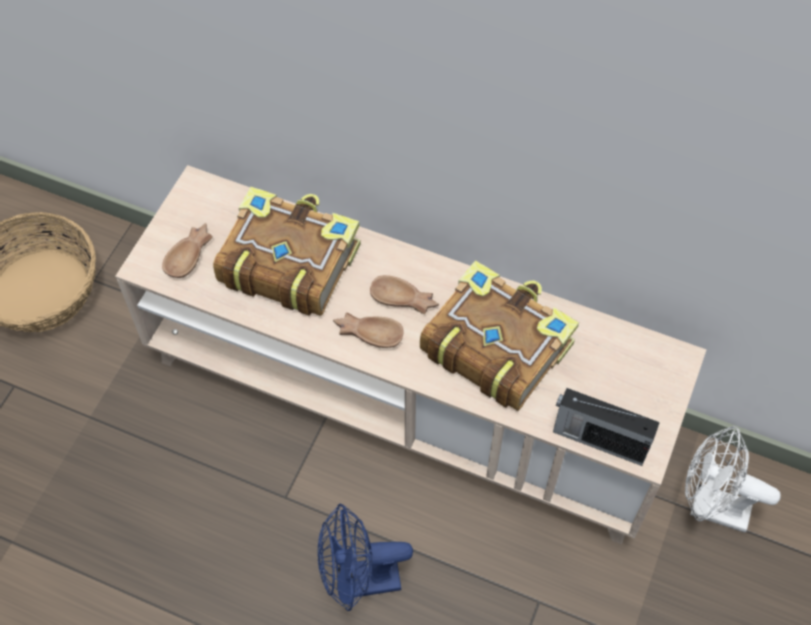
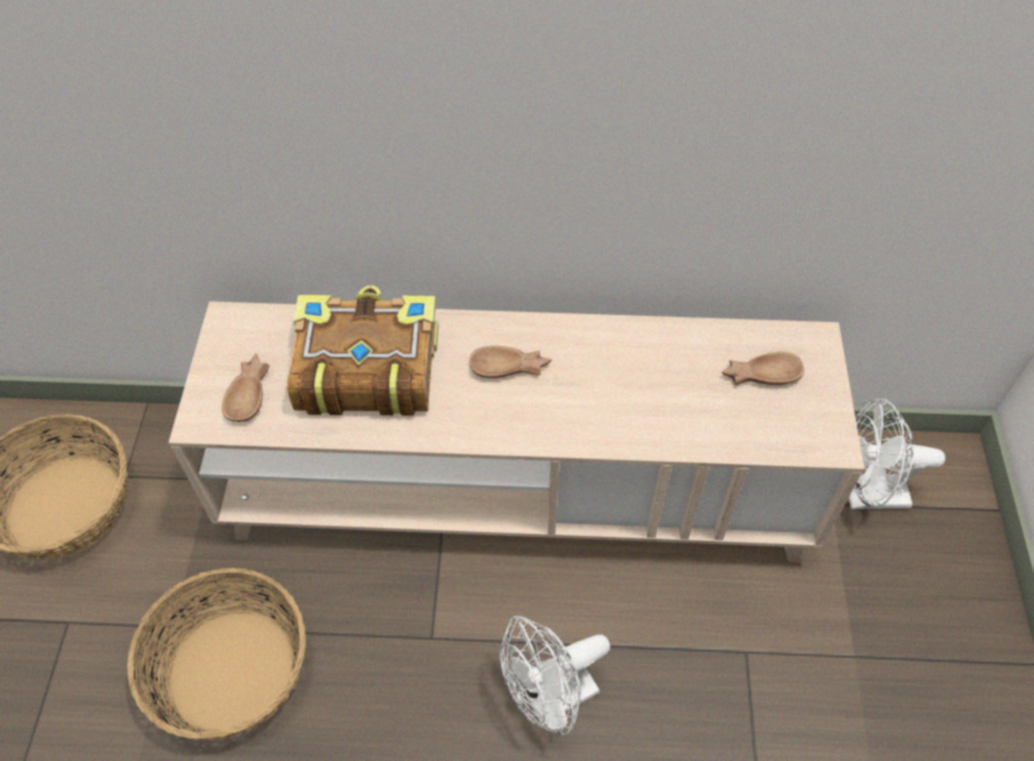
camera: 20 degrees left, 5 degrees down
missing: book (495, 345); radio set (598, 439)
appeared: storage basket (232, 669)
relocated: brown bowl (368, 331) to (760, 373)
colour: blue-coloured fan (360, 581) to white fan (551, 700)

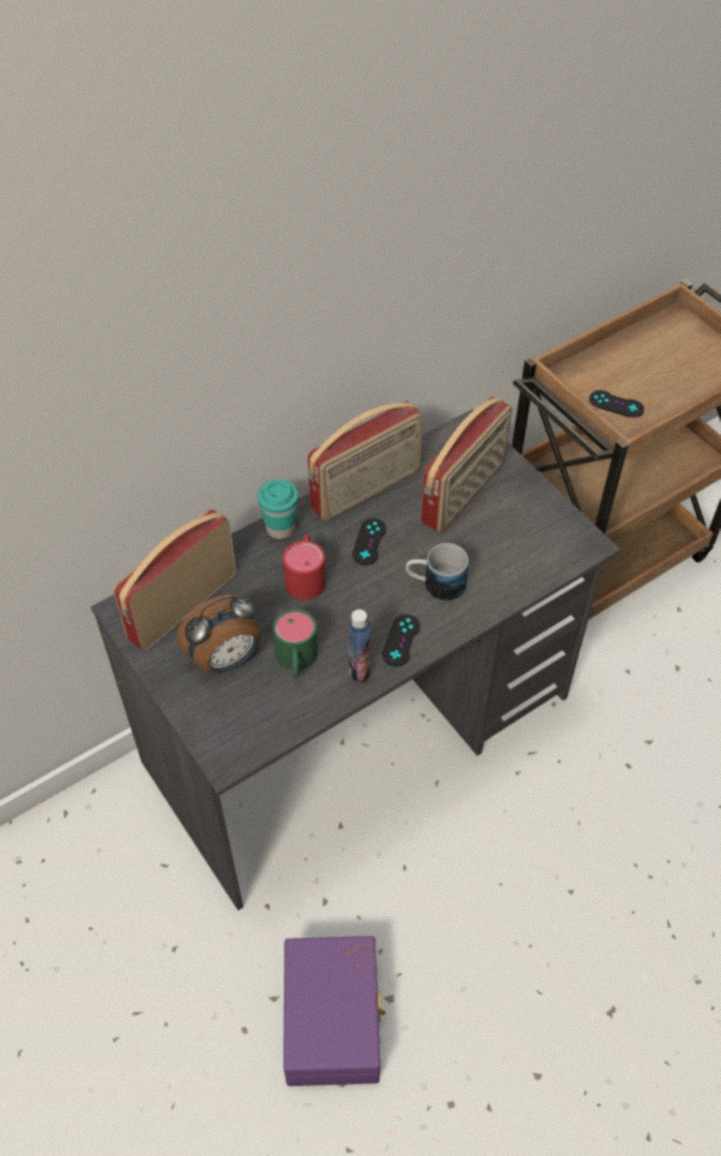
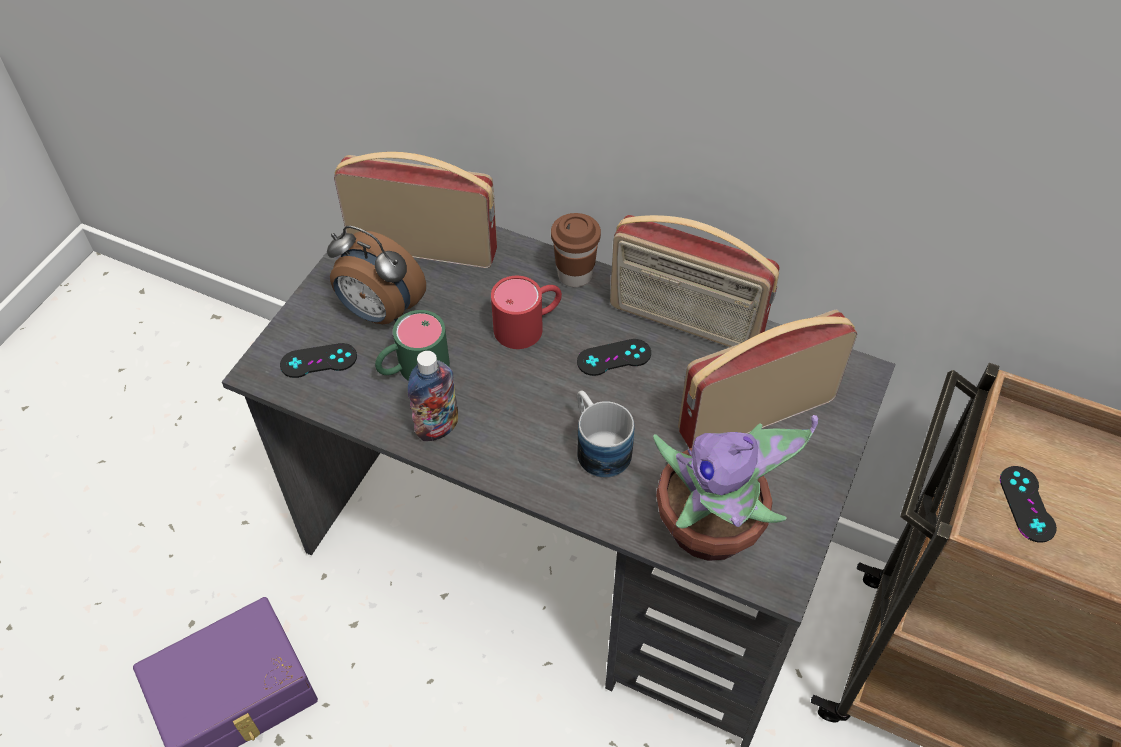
camera: 60 degrees right, 0 degrees up
appeared: houseplant (711, 532)
relocated: blackish joypad (401, 640) to (318, 361)
colour: blue-green cup (280, 528) to brown cup (575, 275)
spun: radio set (464, 493) = (755, 414) 150 degrees clockwise

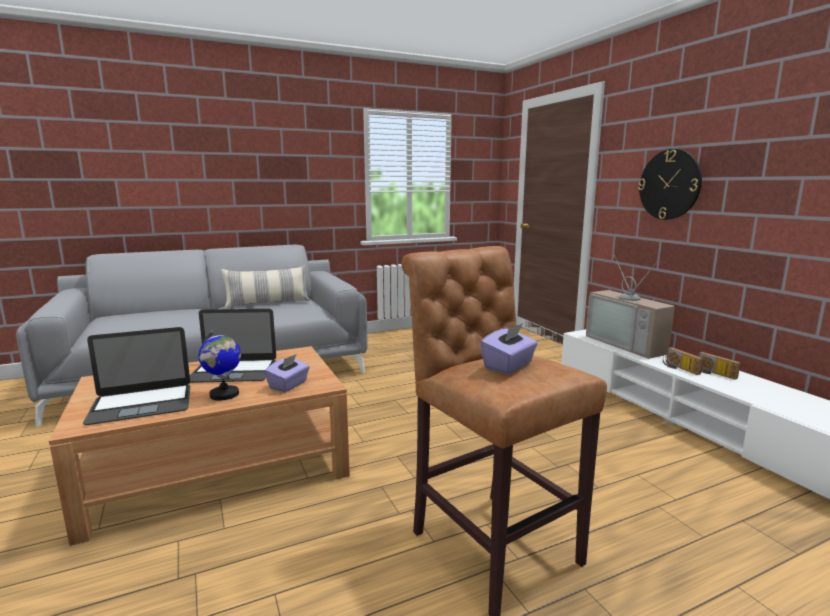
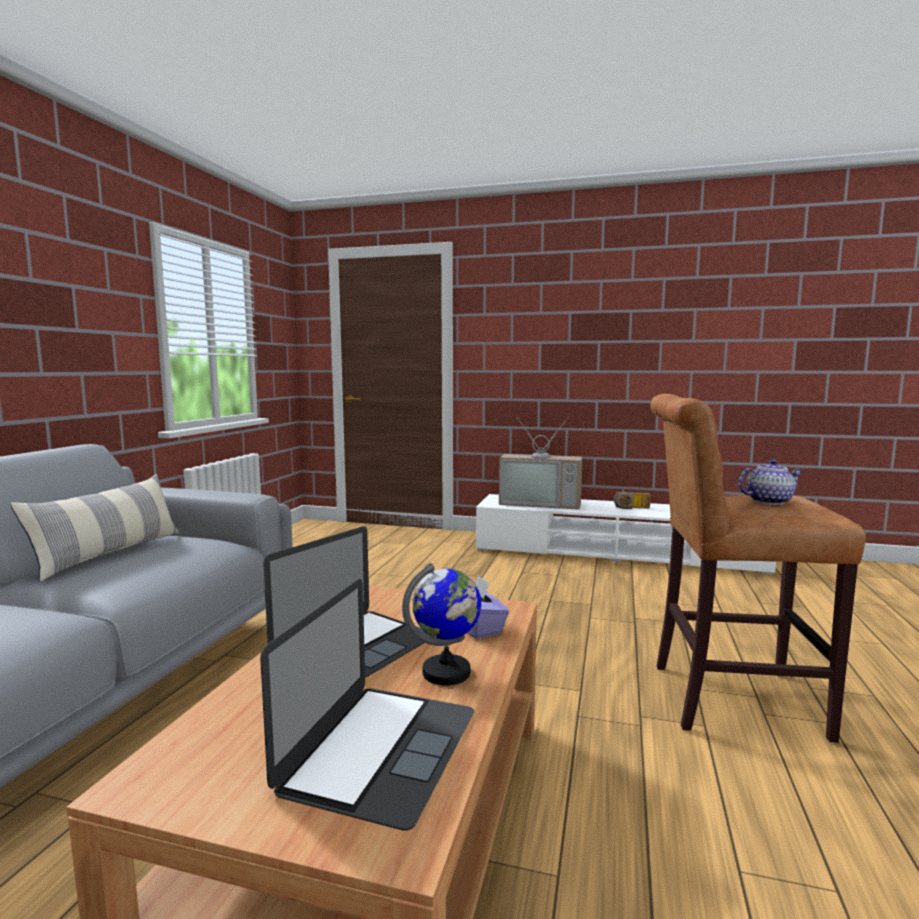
camera: 50 degrees left, 5 degrees down
missing: clock on the wall (669, 184); radio set (679, 368)
exchanged: purple tissue holder (508, 366) to tea pot (768, 501)

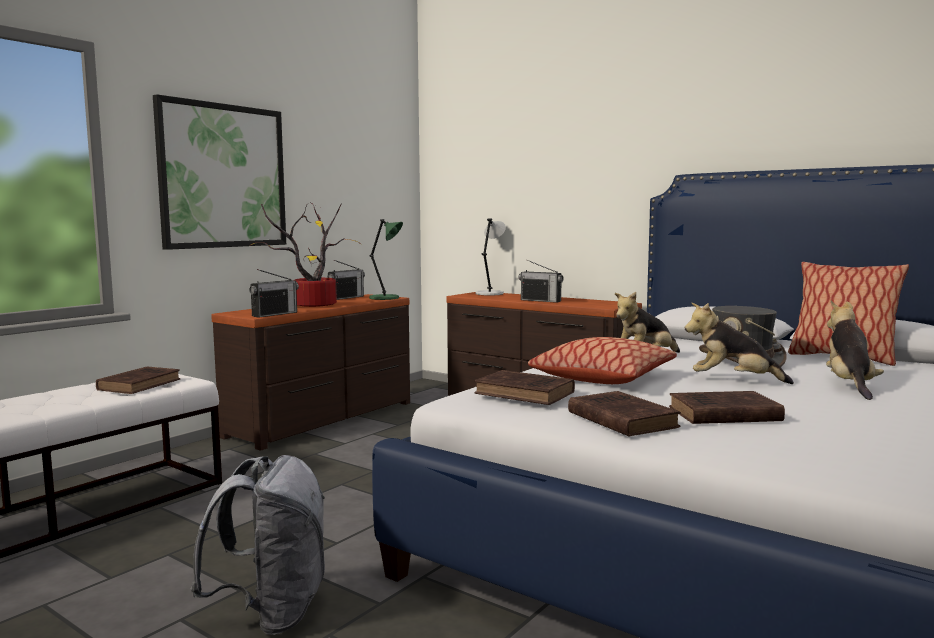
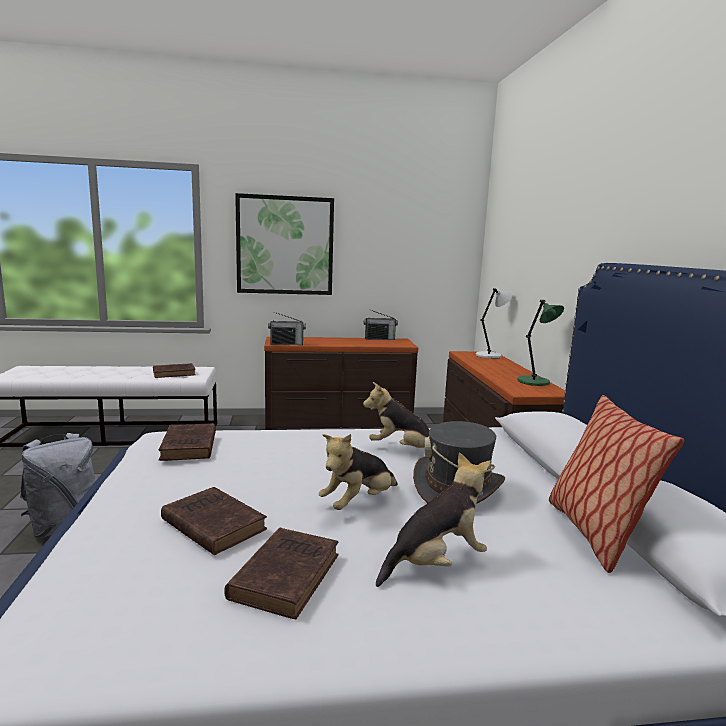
camera: 45 degrees right, 5 degrees up
missing: houseplant (315, 305); radio set (541, 301); throw pillow (602, 378)
relocated: green lamp for a table (386, 298) to (535, 382); brown book (620, 419) to (287, 574)
spun: cuddly toy (733, 381) = (358, 503) 105 degrees counterclockwise

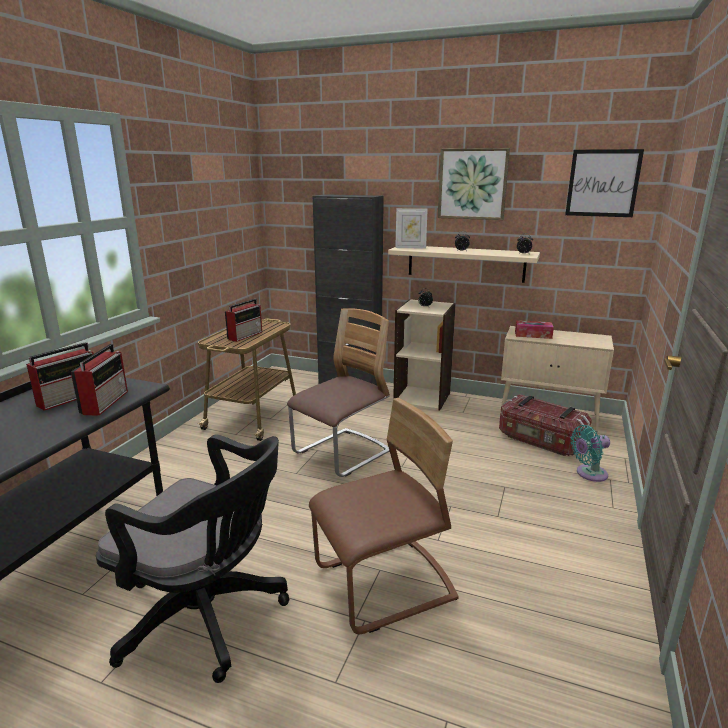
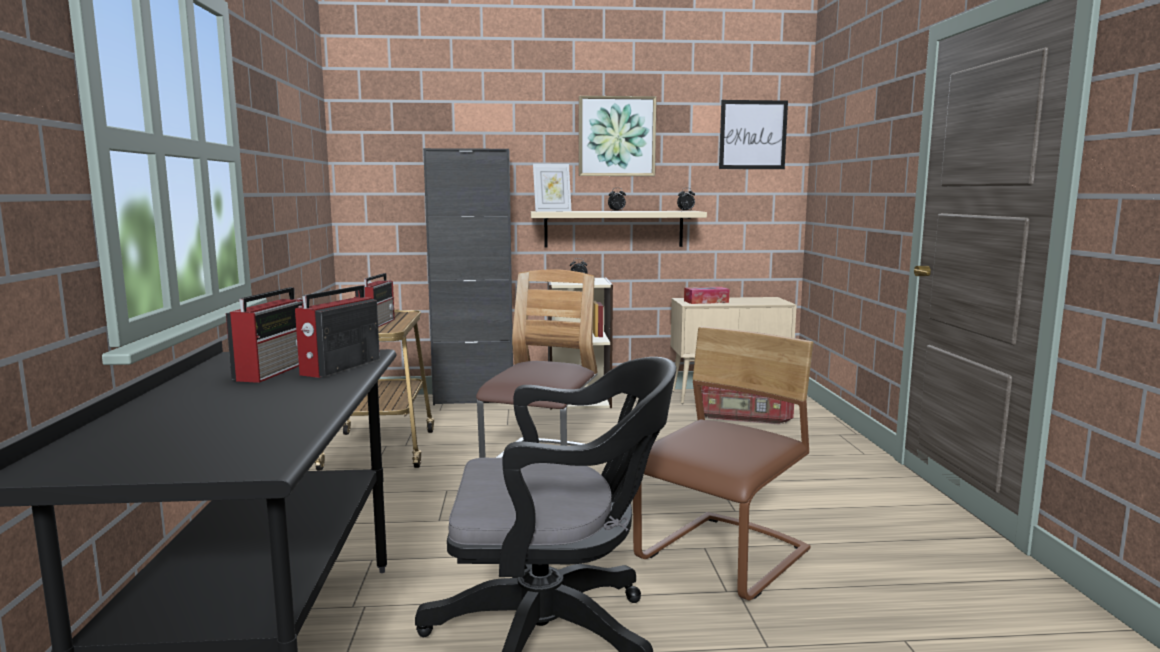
camera: 25 degrees left, 10 degrees down
missing: blue-green fan (589, 474)
spun: radio set (106, 402) = (339, 367) 135 degrees counterclockwise

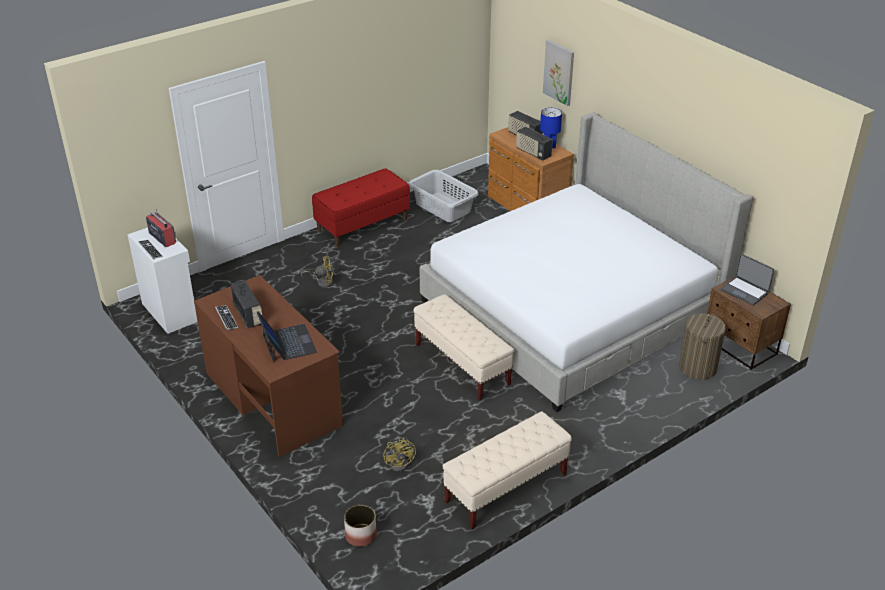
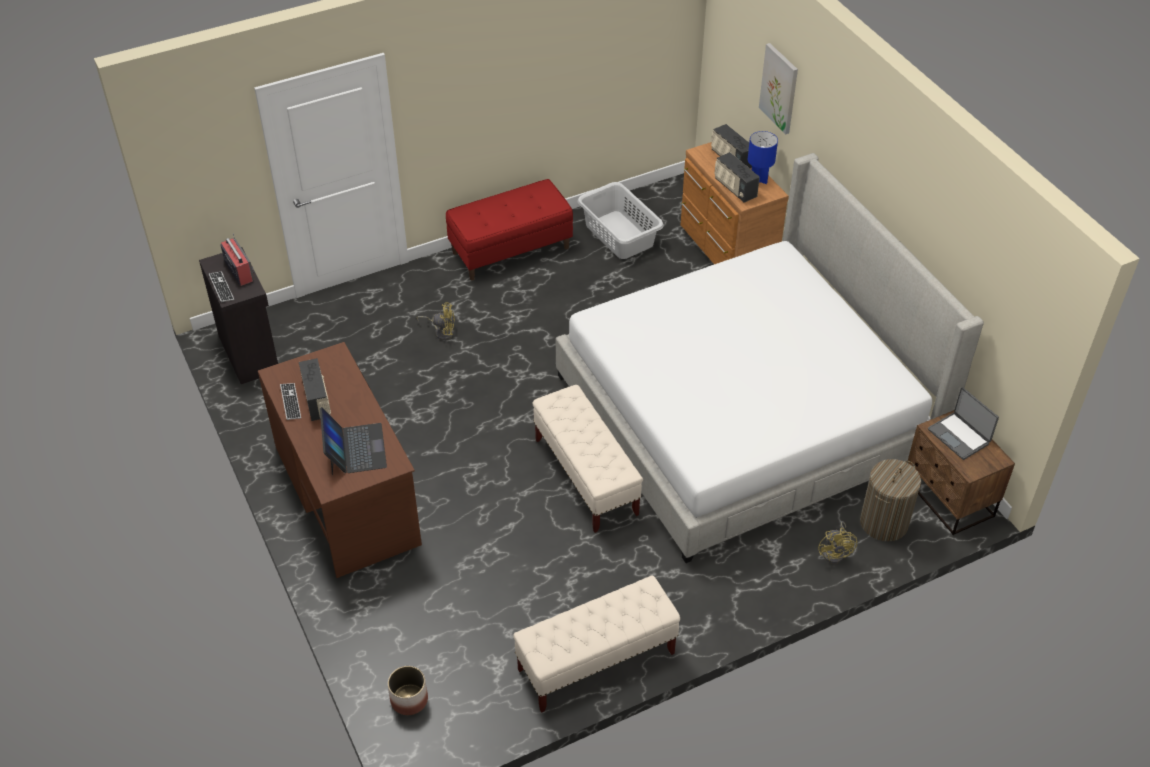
camera: 10 degrees right, 10 degrees up
relocated: yellow-coloured fan (401, 463) to (836, 552)
colour: white storage cabinet (170, 312) to blackish storage cabinet (250, 353)

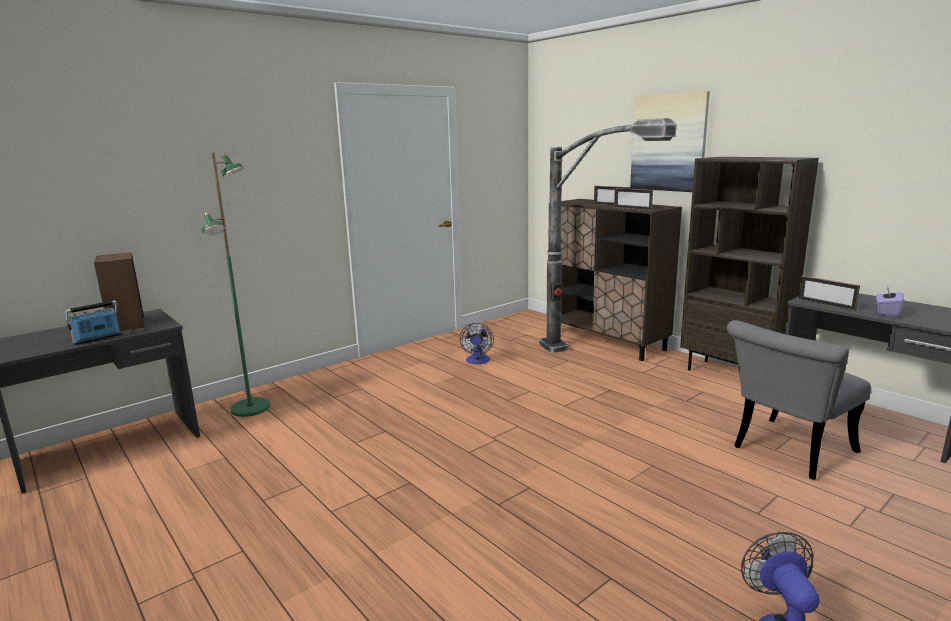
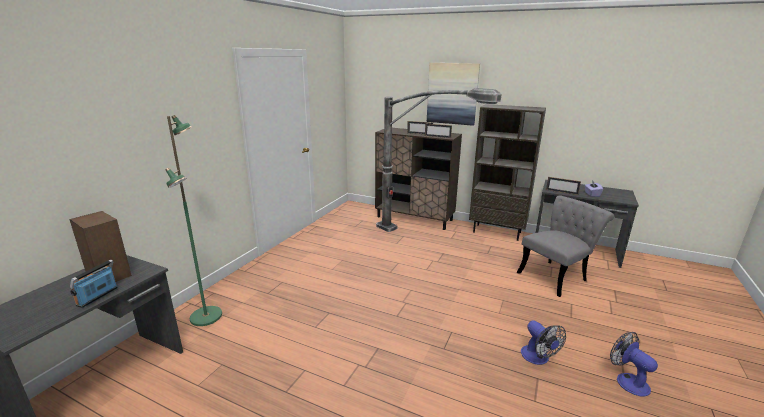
camera: 25 degrees left, 5 degrees up
relocated: fan (477, 361) to (538, 358)
spun: greyish chair (786, 452) = (556, 276) 150 degrees counterclockwise

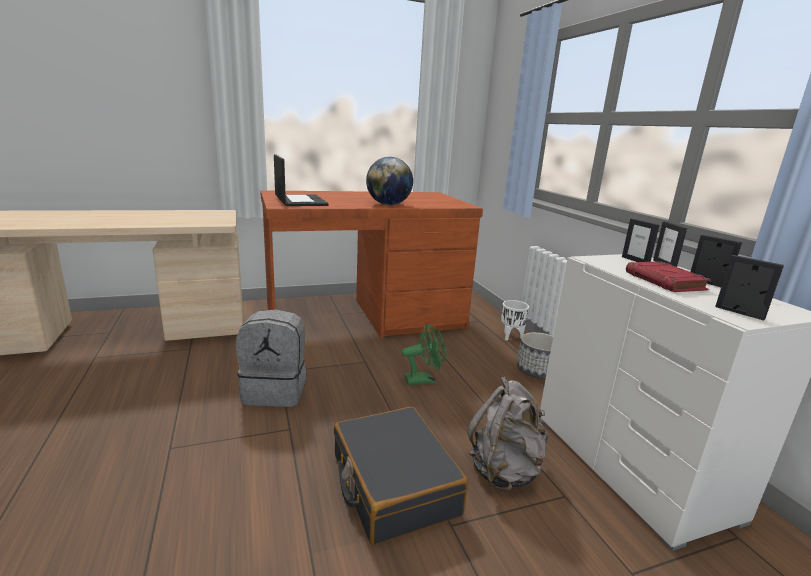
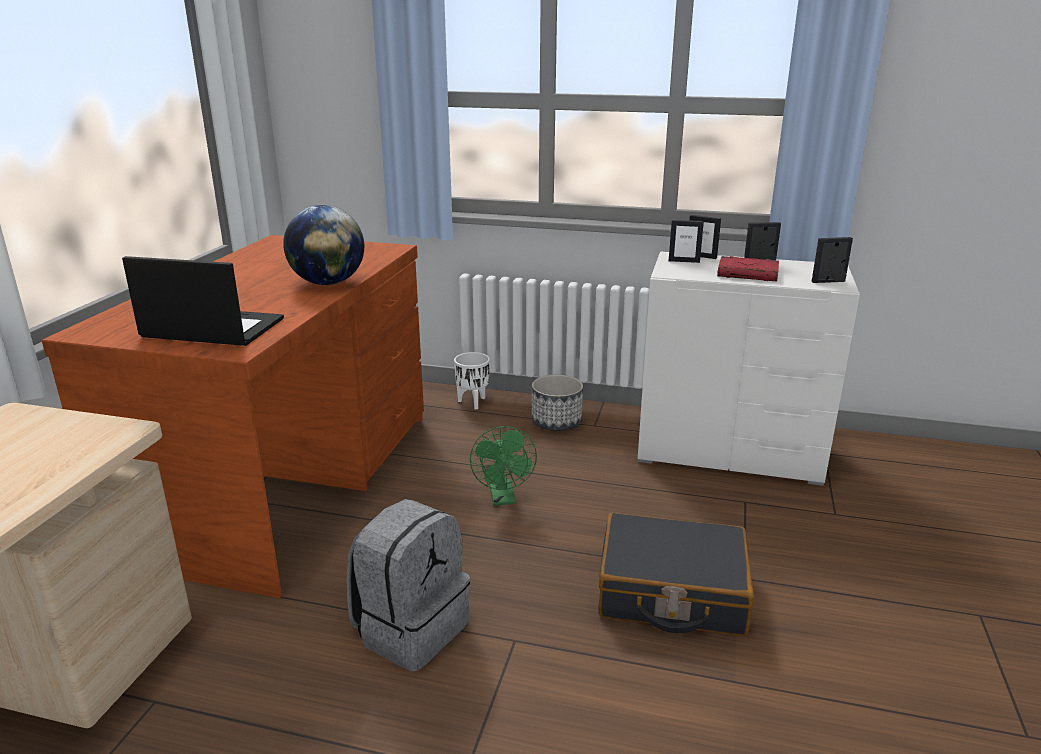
camera: 55 degrees left, 5 degrees up
missing: greyish knapsack (505, 470)
spun: green fan (424, 380) = (503, 498) 150 degrees clockwise

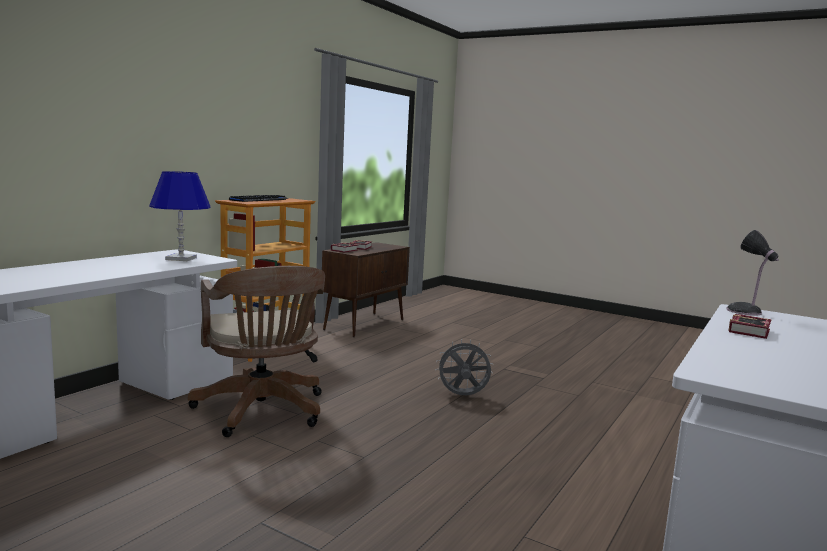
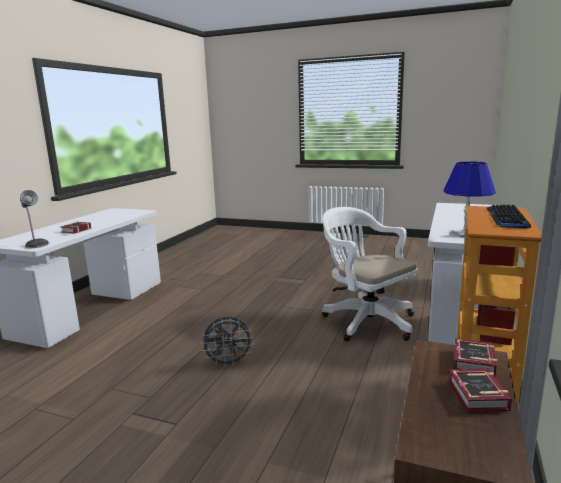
camera: 170 degrees right, 5 degrees up
colour: brown computer chair (262, 412) to white computer chair (365, 320)

